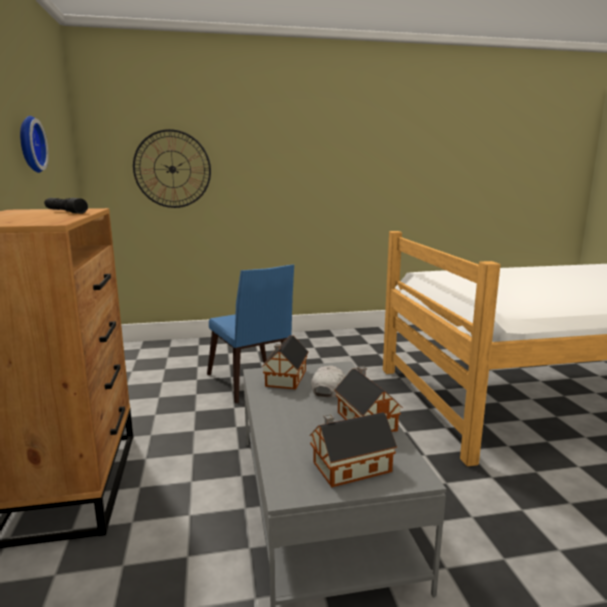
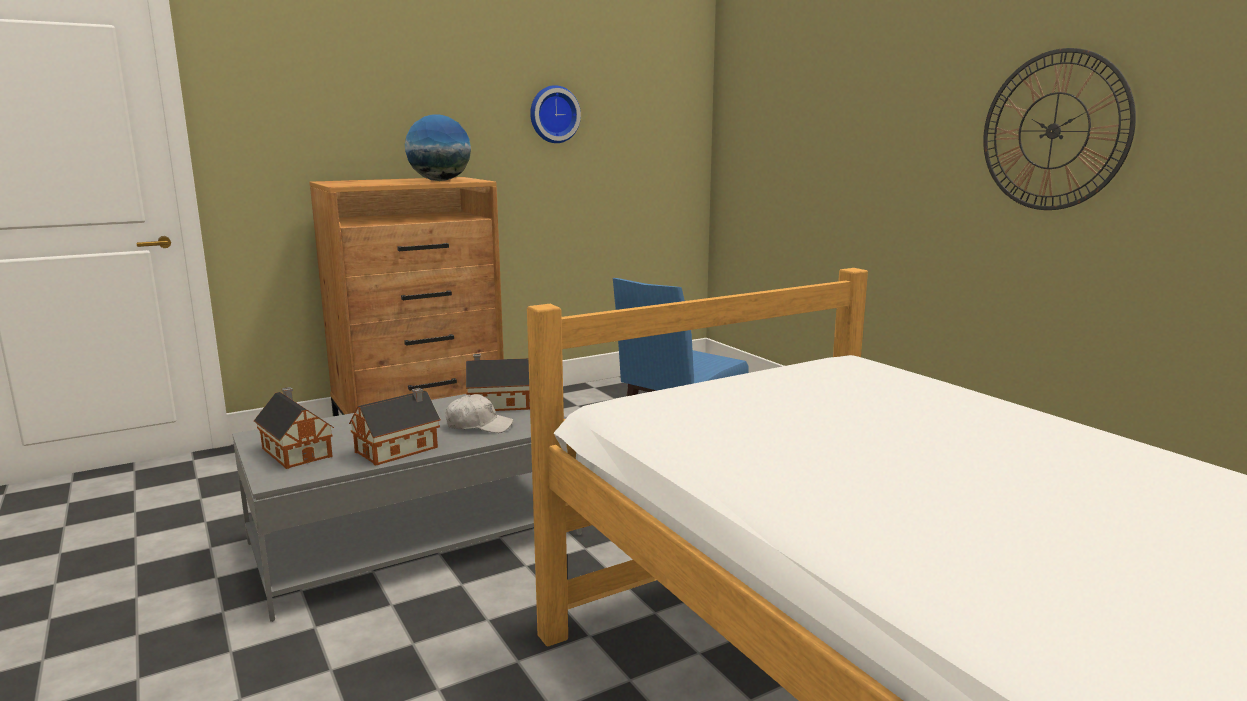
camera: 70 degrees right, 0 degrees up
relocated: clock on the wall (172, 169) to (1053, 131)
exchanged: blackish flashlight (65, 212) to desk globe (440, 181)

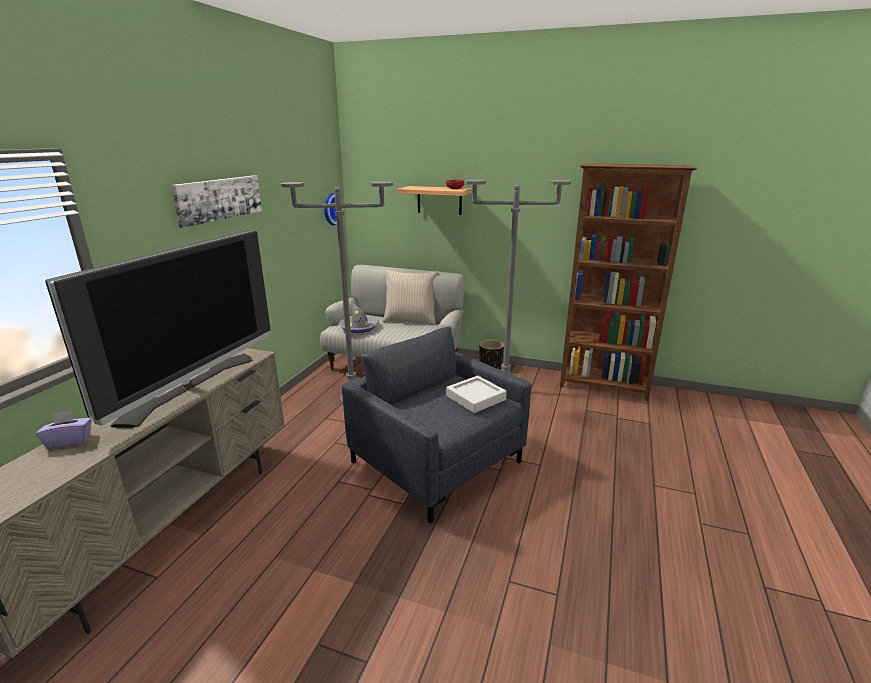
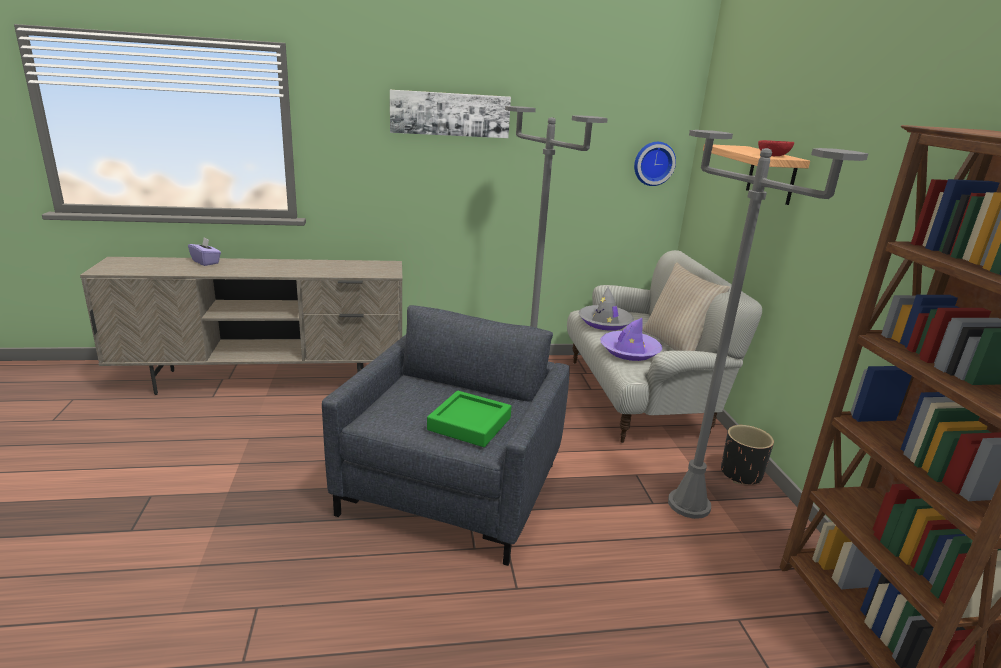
camera: 60 degrees right, 0 degrees up
missing: TV (191, 387)
appeared: purple clothing hat (629, 351)
colour: greyish tray (475, 398) to green tray (469, 424)

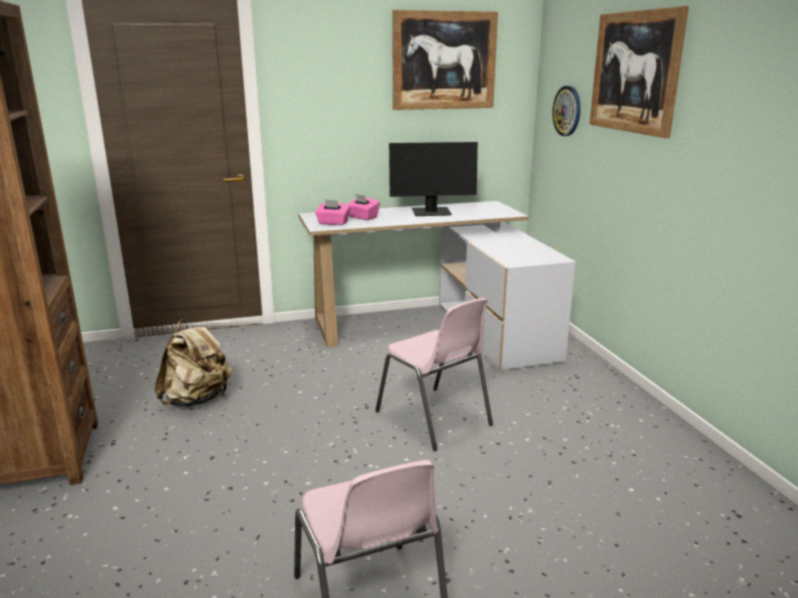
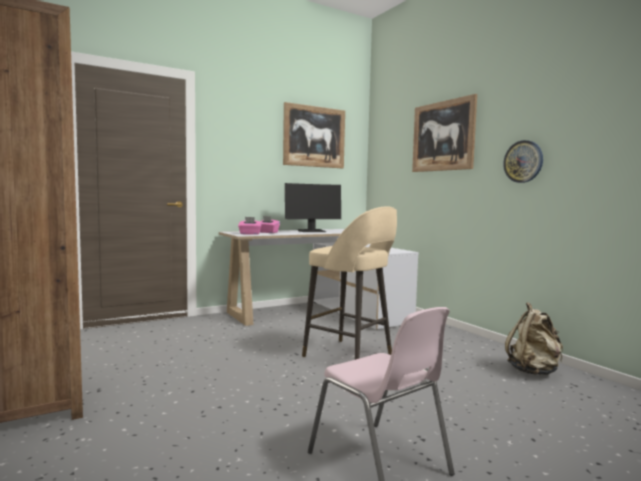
camera: 15 degrees left, 15 degrees down
relocated: sand-coloured knapsack (197, 400) to (533, 371); clock on the wall (567, 111) to (523, 161)
exchanged: pink-coloured chair (434, 419) to sand-coloured stool (350, 356)

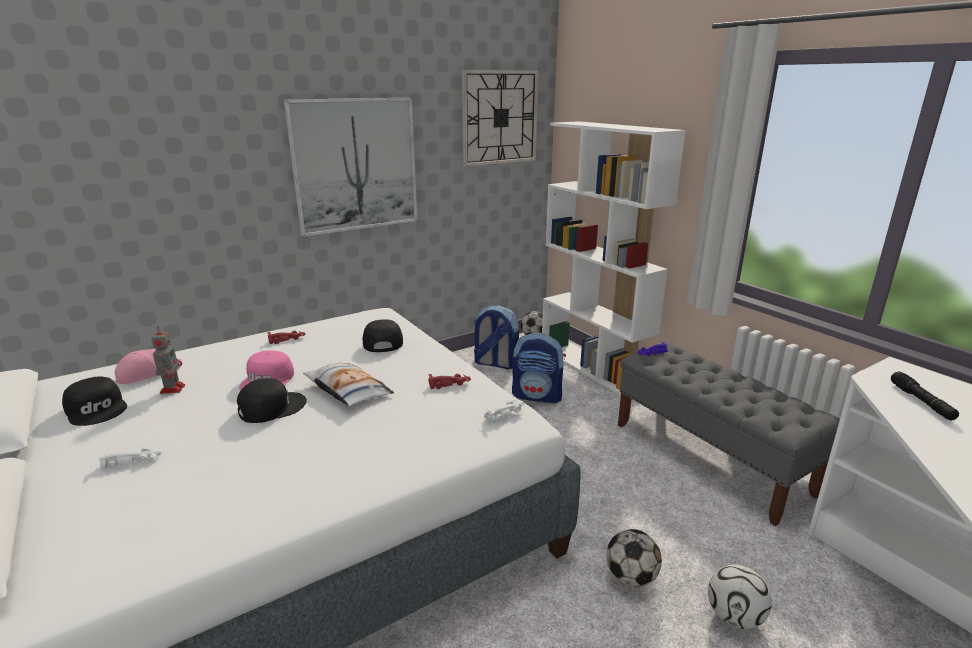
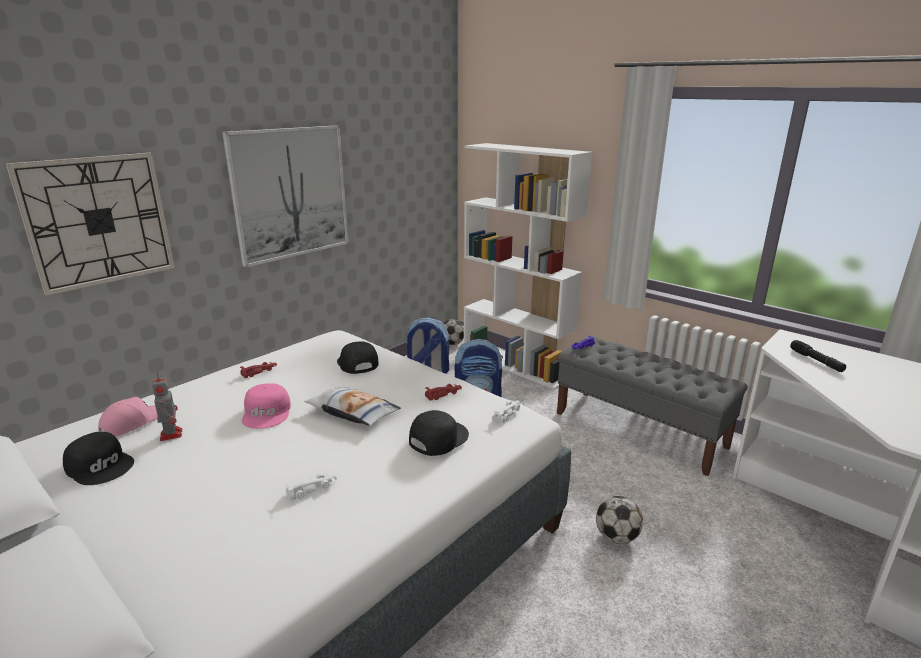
camera: 15 degrees left, 0 degrees up
missing: football (734, 617)
relocated: white toy car (132, 461) to (313, 488); blackish peaked cap (271, 407) to (438, 438); clock on the wall (500, 117) to (98, 221)

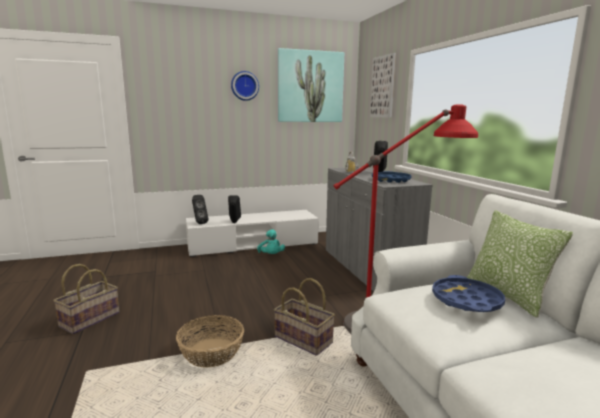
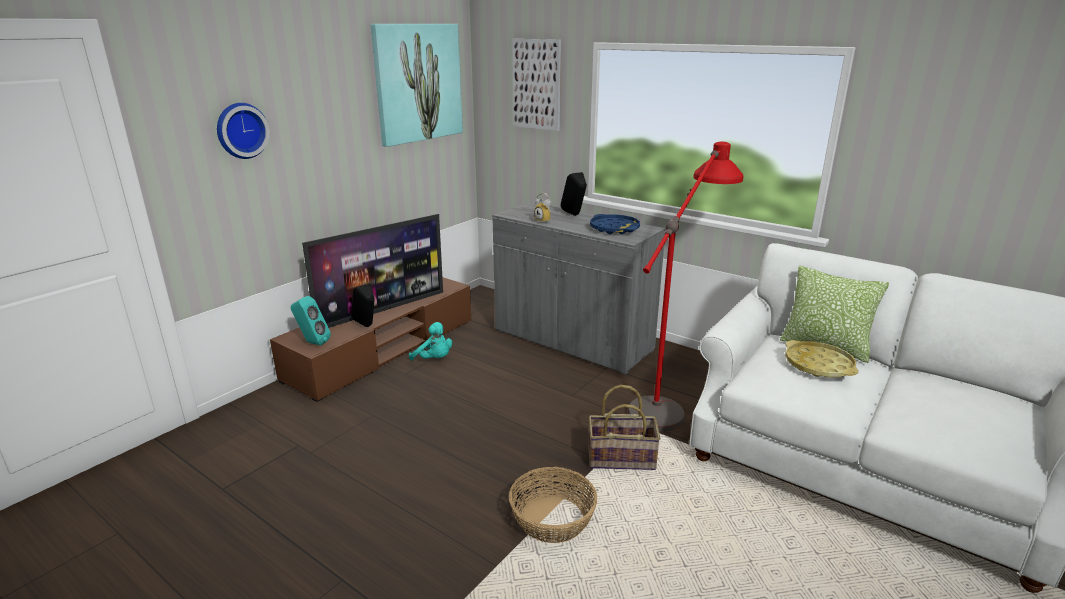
camera: 35 degrees left, 10 degrees up
missing: storage basket (90, 319)
appeared: TV (382, 310)
relocated: clock on the wall (244, 86) to (241, 130)
colour: white tv unit (253, 244) to brown tv unit (383, 349); blackish speaker (199, 223) to blue-green speaker (312, 343); blue-coloured tray (466, 300) to yellow-coloured tray (818, 365)

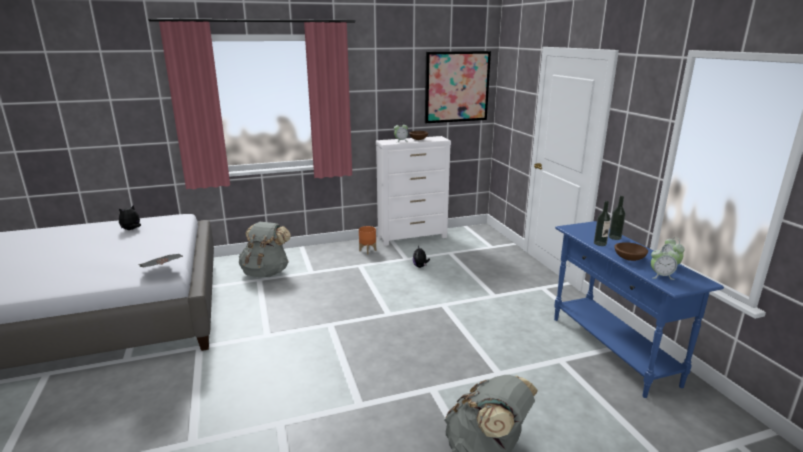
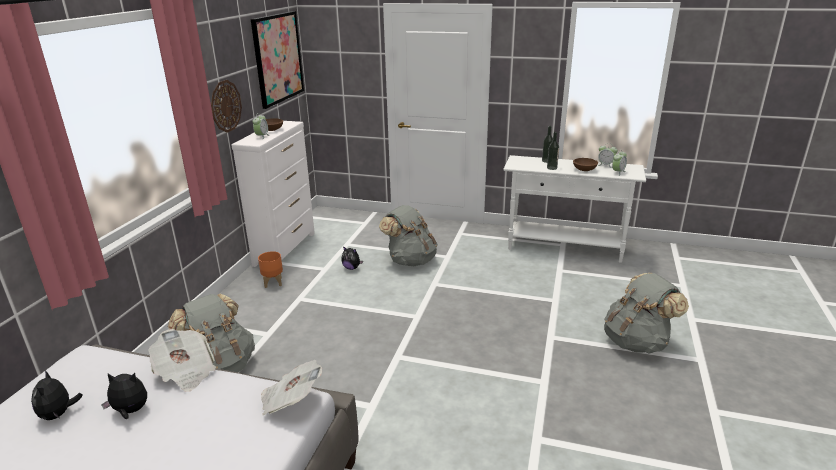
camera: 55 degrees left, 5 degrees up
appeared: cuddly toy (130, 411); daily paper (186, 372); clock on the wall (225, 106); greyish knapsack (410, 260)
colour: blue-coloured hall table (612, 350) to white hall table (565, 248)

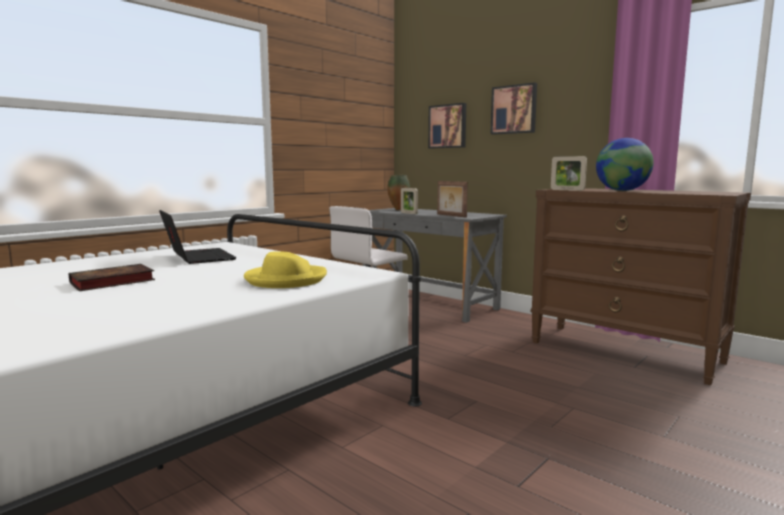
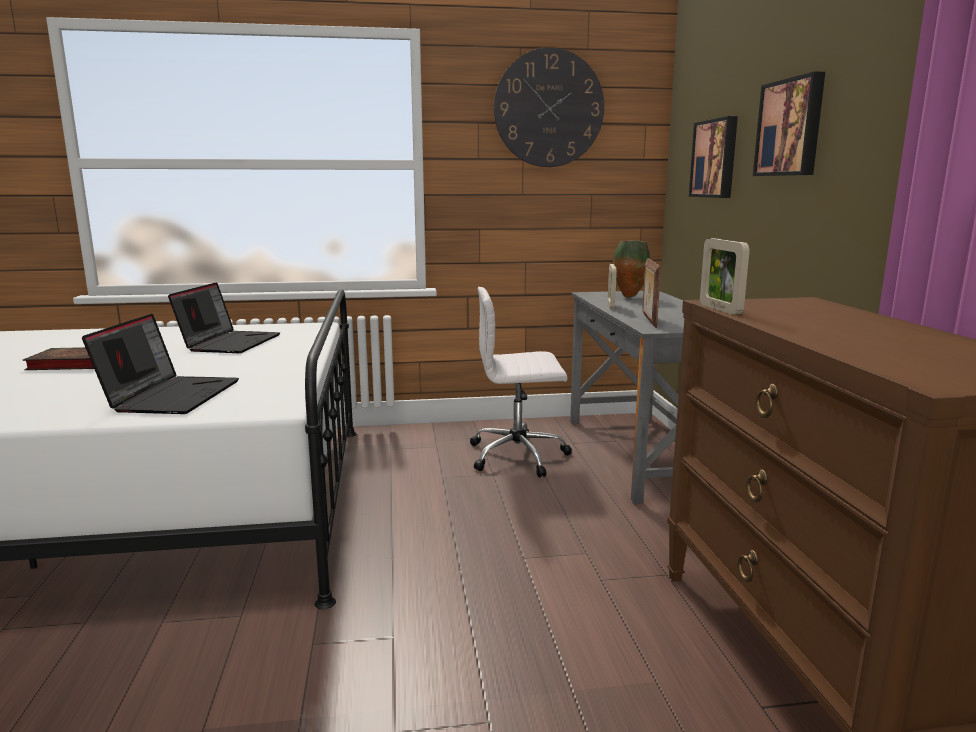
camera: 40 degrees right, 5 degrees up
missing: desk globe (622, 191)
appeared: clock on the wall (549, 108)
exchanged: yellow-coloured clothing hat (286, 280) to notebook computer (171, 396)

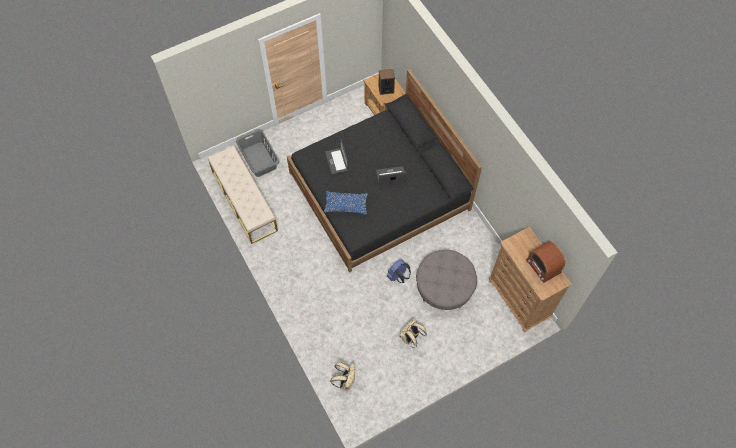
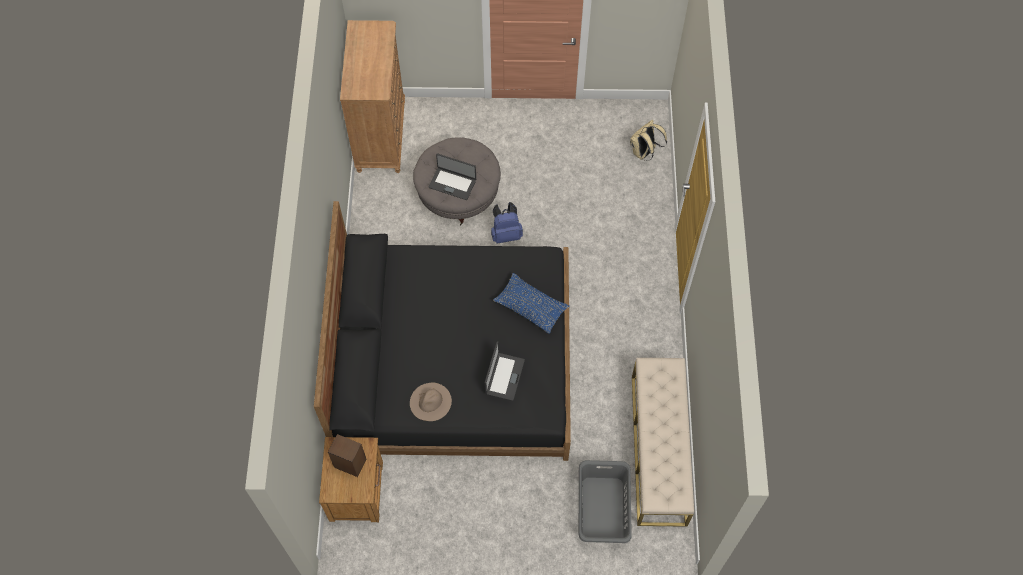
camera: 150 degrees left, 0 degrees up
missing: sand-coloured knapsack (410, 338); radio set (543, 266)
appeared: sand-coloured clothing hat (430, 402)
relocated: notebook computer (391, 176) to (452, 183)

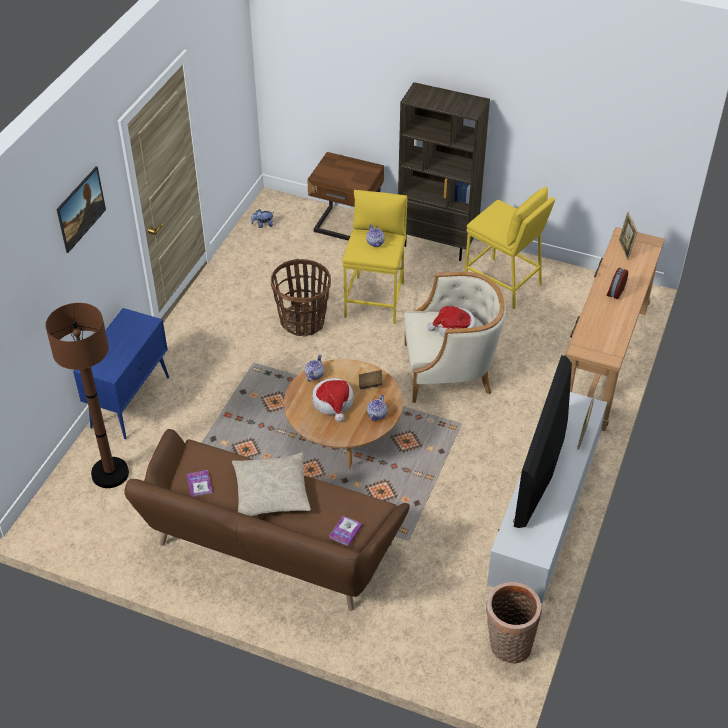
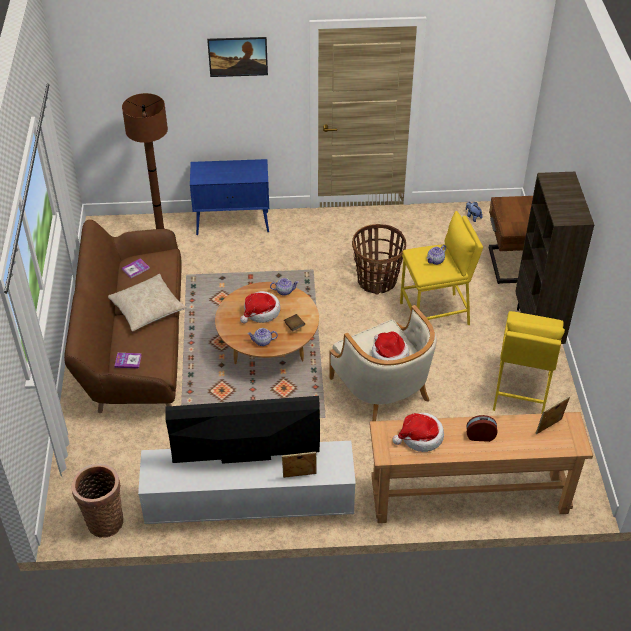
camera: 65 degrees right, 0 degrees up
appeared: clothing hat (420, 437)

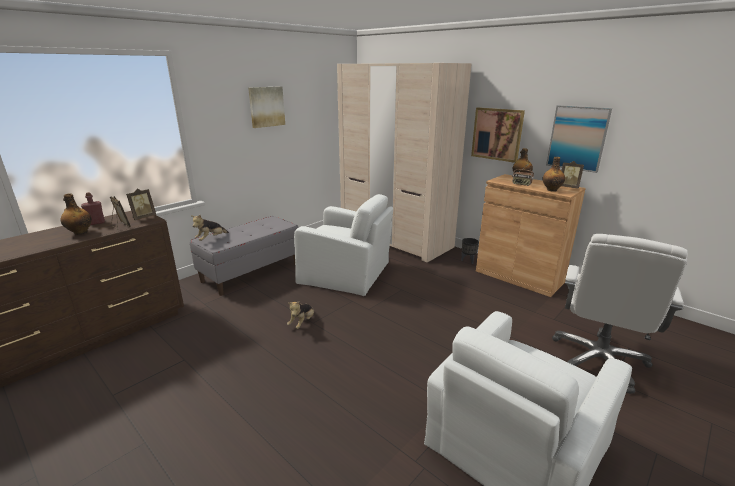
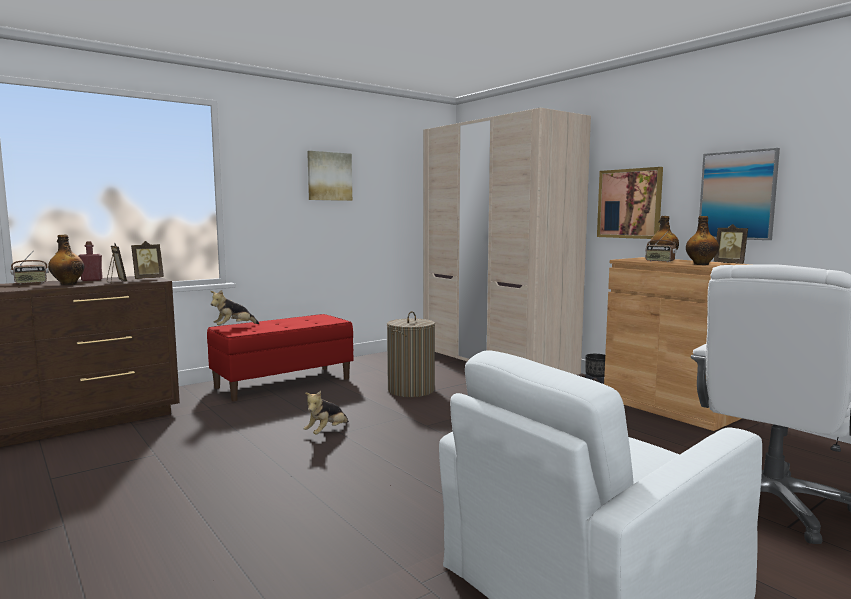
camera: 10 degrees right, 15 degrees down
appeared: radio set (31, 283)
exchanged: white lounge chair (346, 273) to laundry basket (411, 390)
colour: greyish bench (251, 272) to red-coloured bench (283, 383)

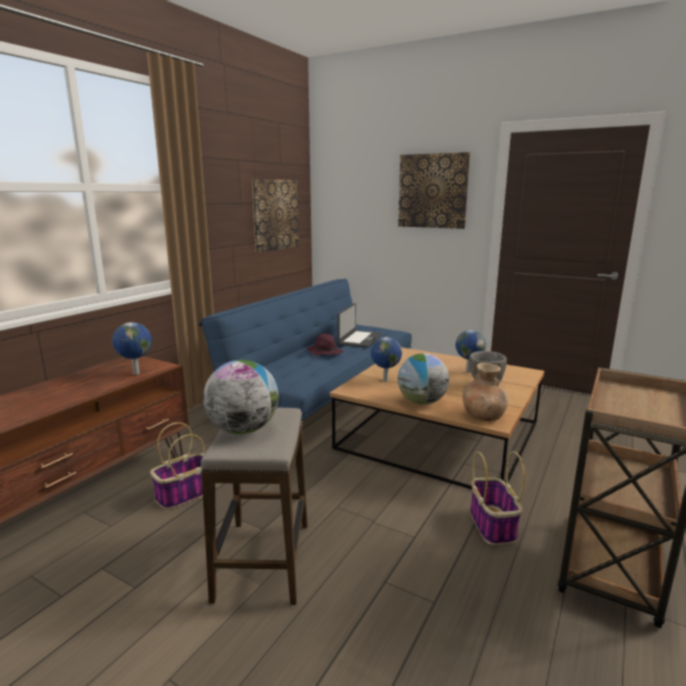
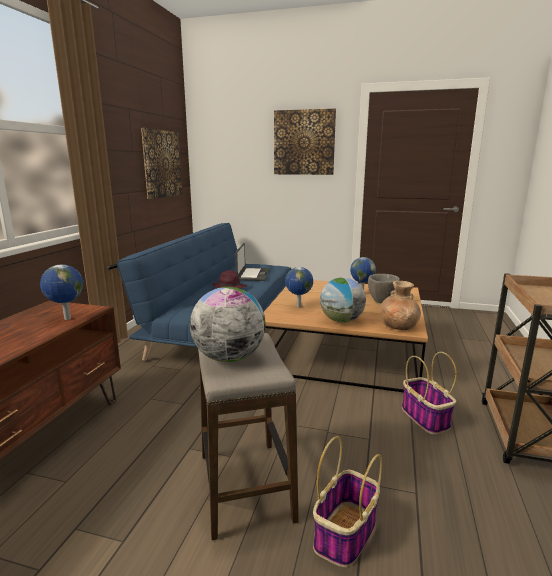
camera: 15 degrees left, 0 degrees up
relocated: storage basket (184, 495) to (345, 534)

